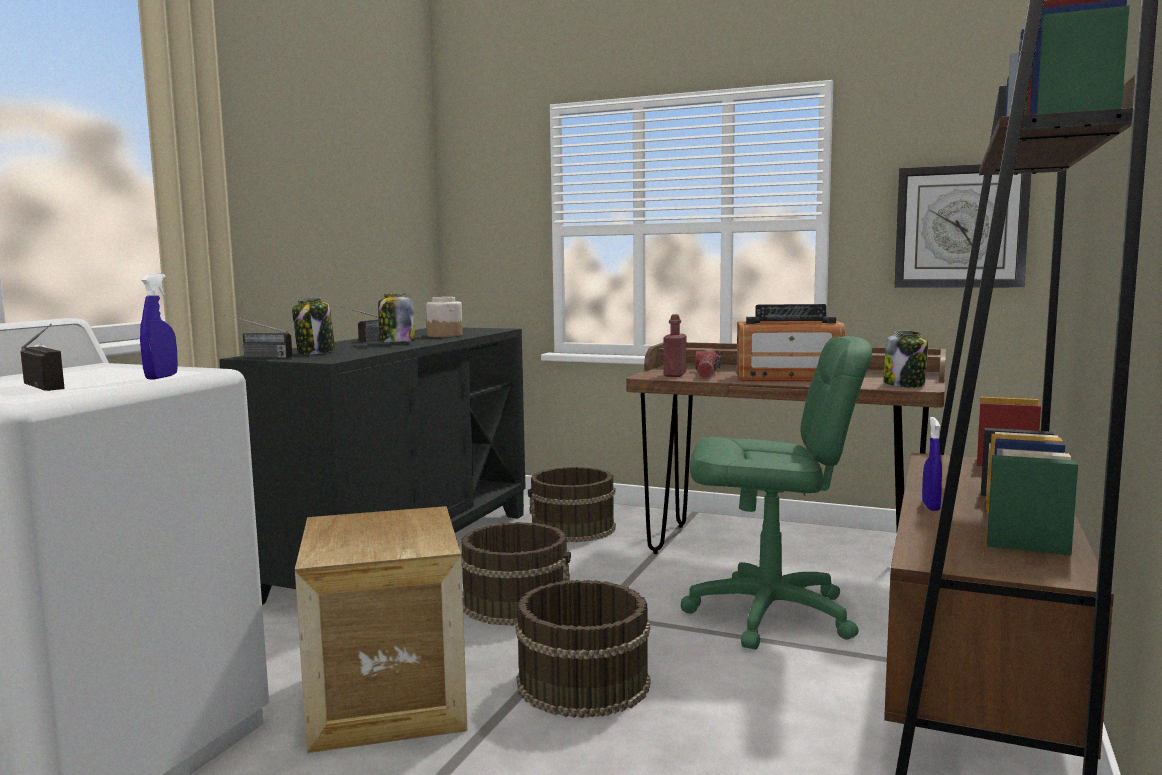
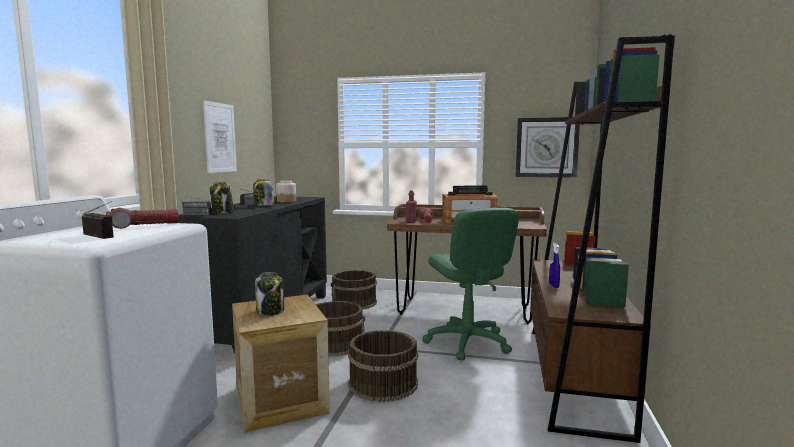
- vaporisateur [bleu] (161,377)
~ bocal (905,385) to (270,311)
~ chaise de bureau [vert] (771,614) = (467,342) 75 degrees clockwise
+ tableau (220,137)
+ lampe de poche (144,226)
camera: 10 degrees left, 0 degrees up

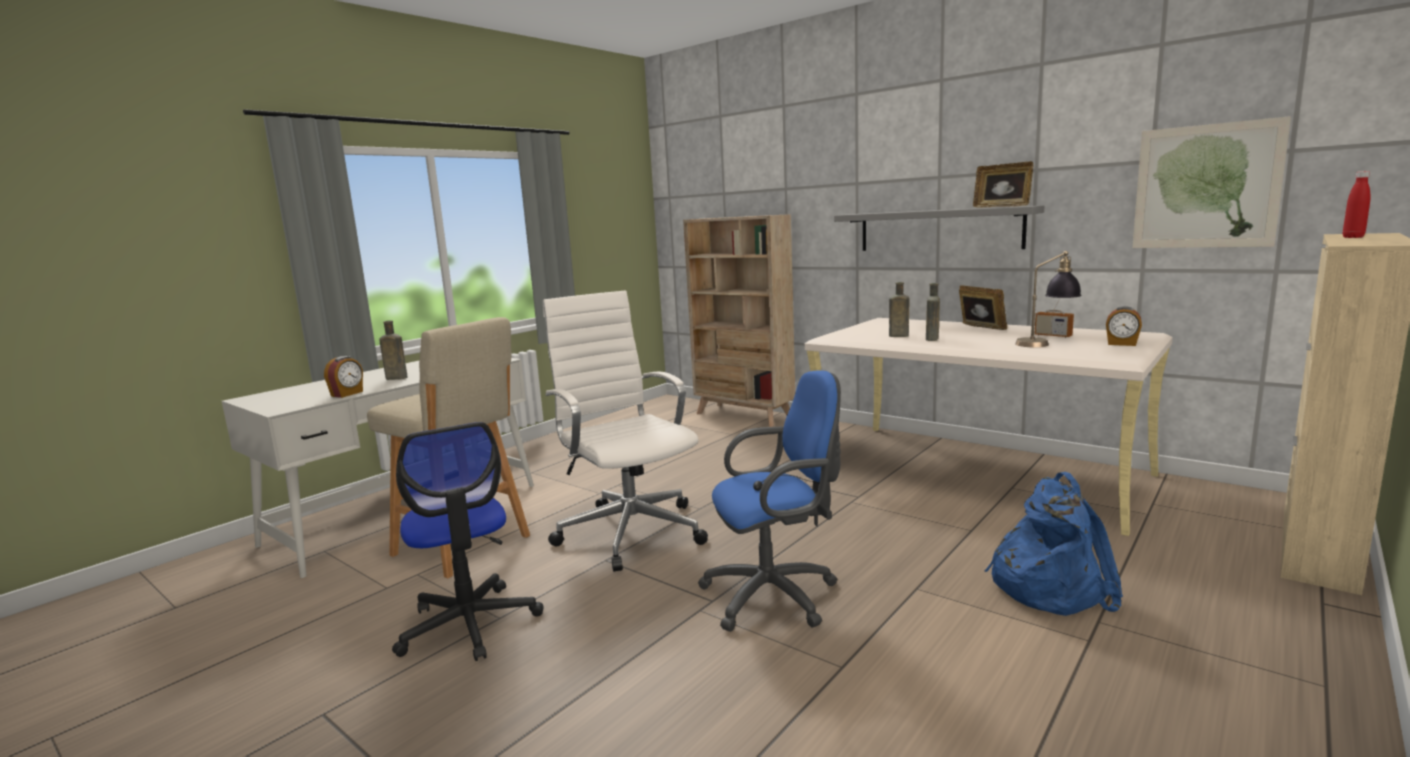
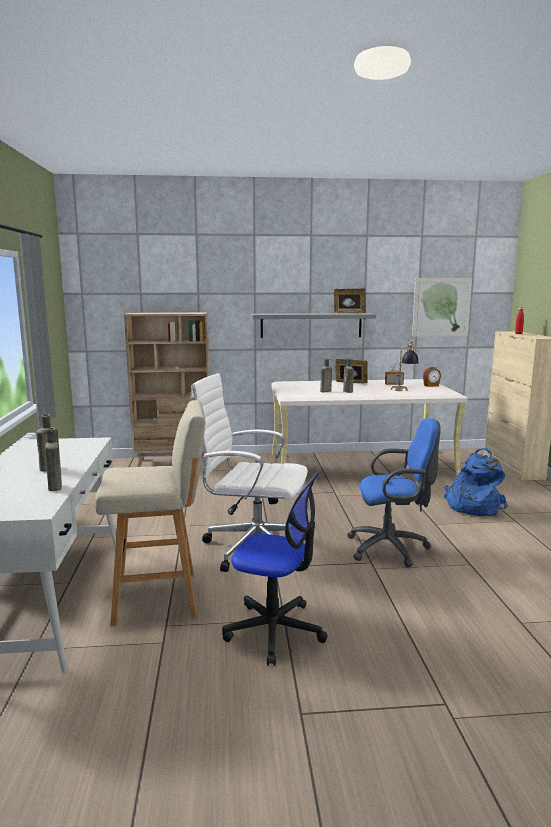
~ réveil (347,394) to bouteille [marron] (55,487)
~ chaise de bureau [bleu] (777,595) = (392,548) 60 degrees clockwise
camera: 45 degrees left, 0 degrees up

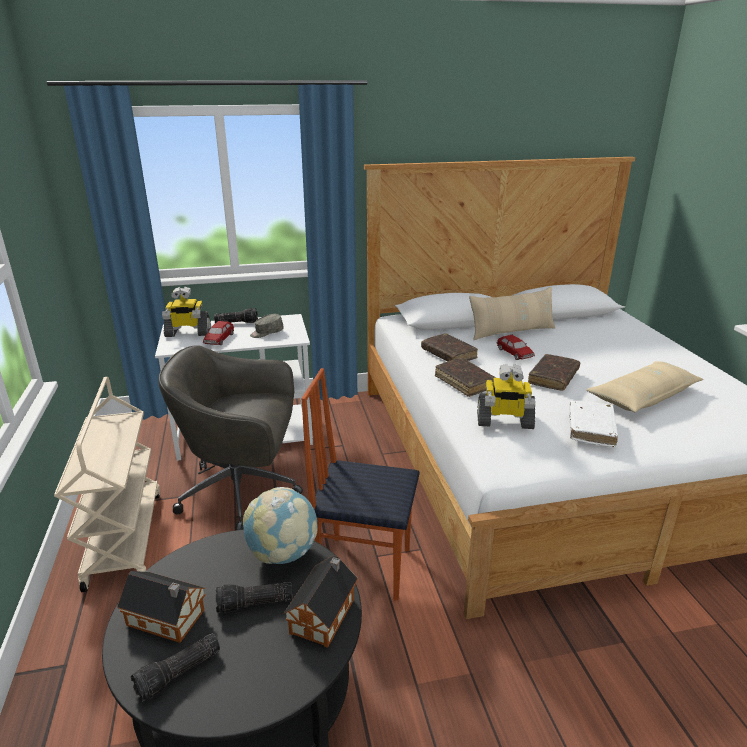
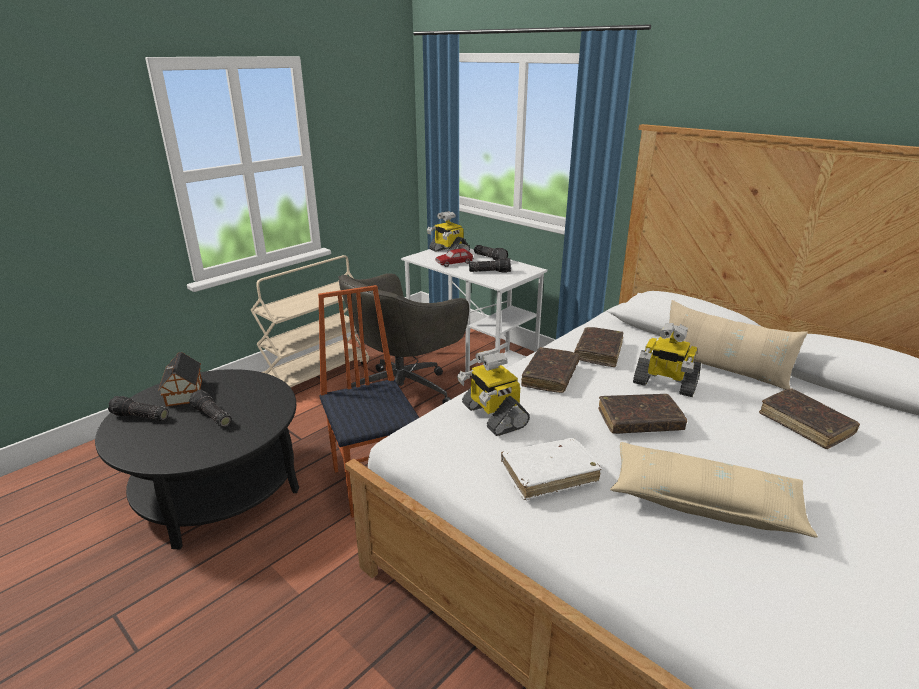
~ casquette [gris] (266,333) to lampe de poche (490,271)
~ petite voiture (514,353) to robot jouet (664,384)
~ chaise de bureau [gris] (243,492) = (404,391) 105 degrees counterclockwise
- globe (283,553)
- maison miniature (324,614)
+ livre [marron] (805,424)
camera: 55 degrees right, 0 degrees up

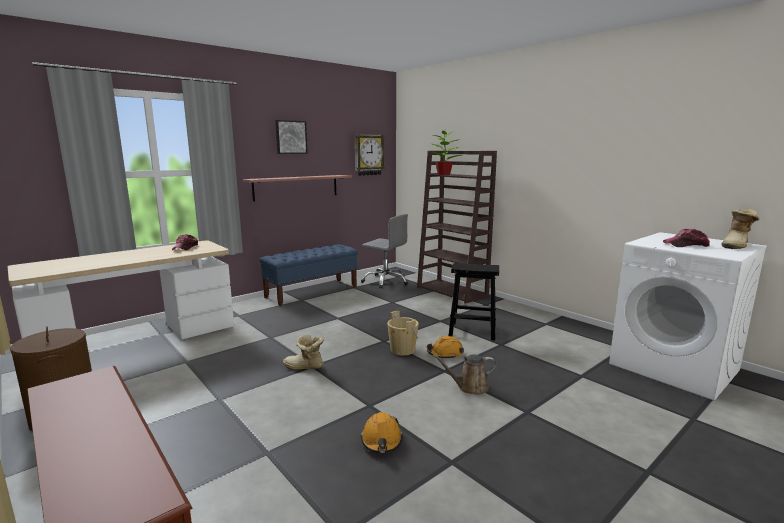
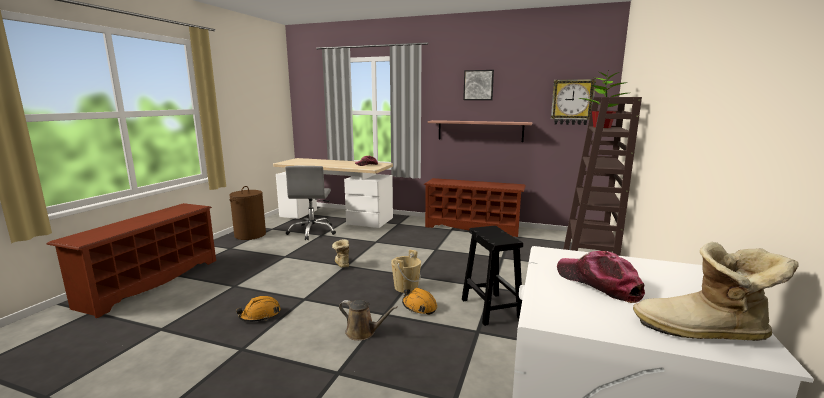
~ chaise de bureau [gris] (386,281) to (312,232)
~ banc [bleu] (312,292) to étagère à chaussures [marron] (473,227)
~ arrosoir [marron] (469,387) = (363,332) 150 degrees clockwise
camera: 60 degrees right, 0 degrees up

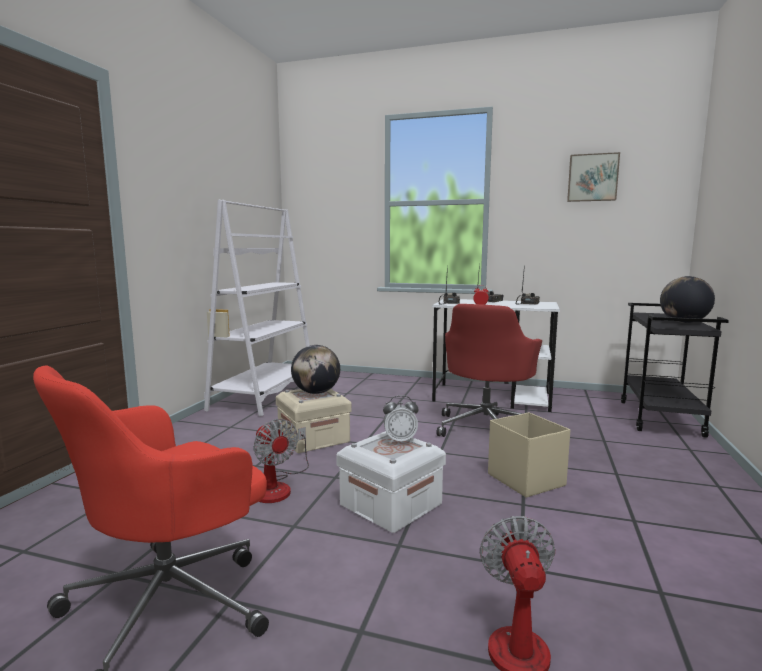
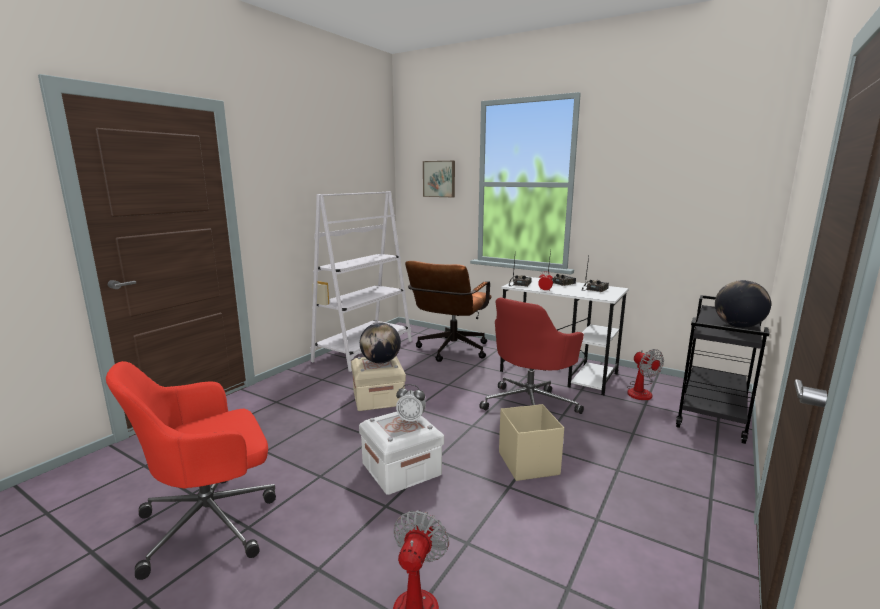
~ tableau (592,178) to (439,179)
~ ventilateur (278,487) to (640,391)
+ chaise de bureau [marron] (450,351)
camera: 15 degrees right, 5 degrees up

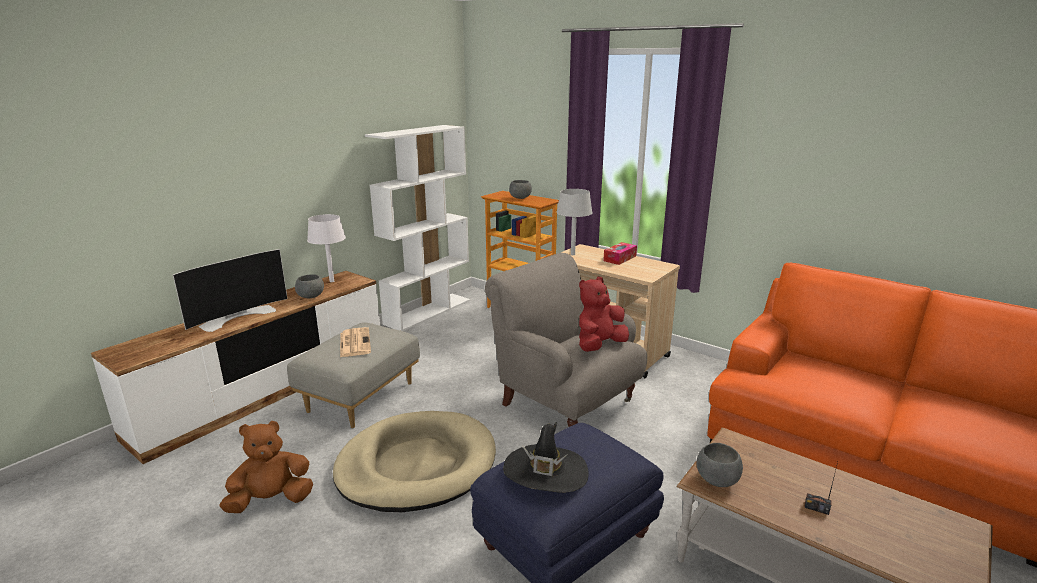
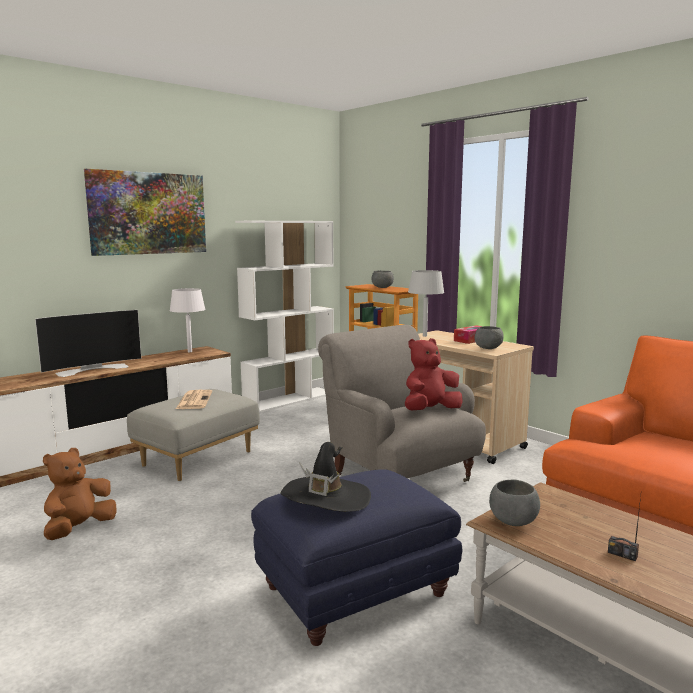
~ bol [gris] (311,297) to (488,348)
- panier pour chien [beige] (416,465)
~ peluche [marron] (271,500) = (79,529) 45 degrees counterclockwise
+ tableau (148,213)
camera: 10 degrees right, 10 degrees down

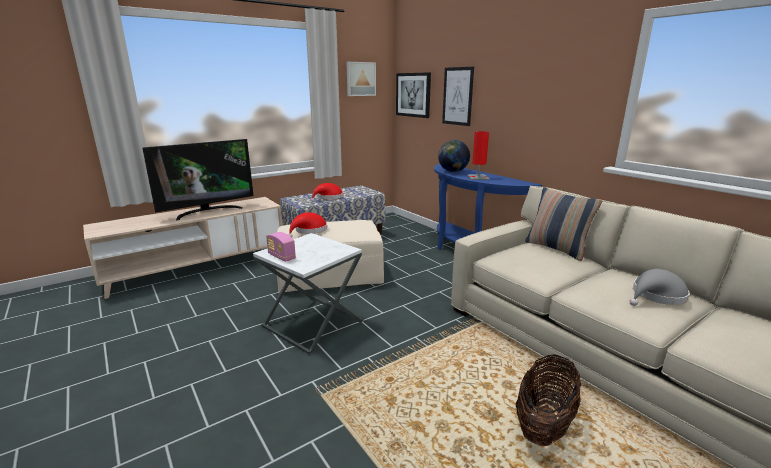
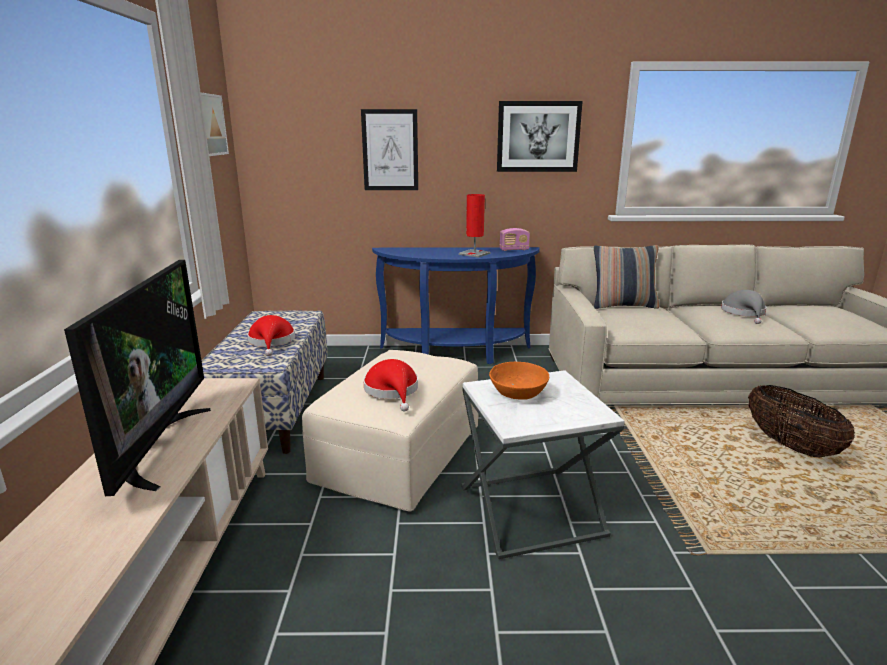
~ tableau (413,95) to (538,136)
- globe (453,172)
~ radio (281,257) to (514,250)
+ bol [orange] (518,394)
camera: 55 degrees left, 0 degrees up

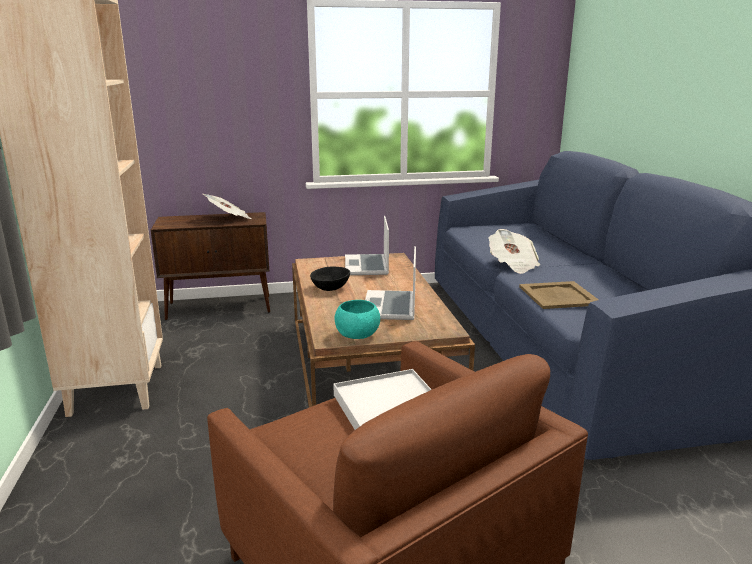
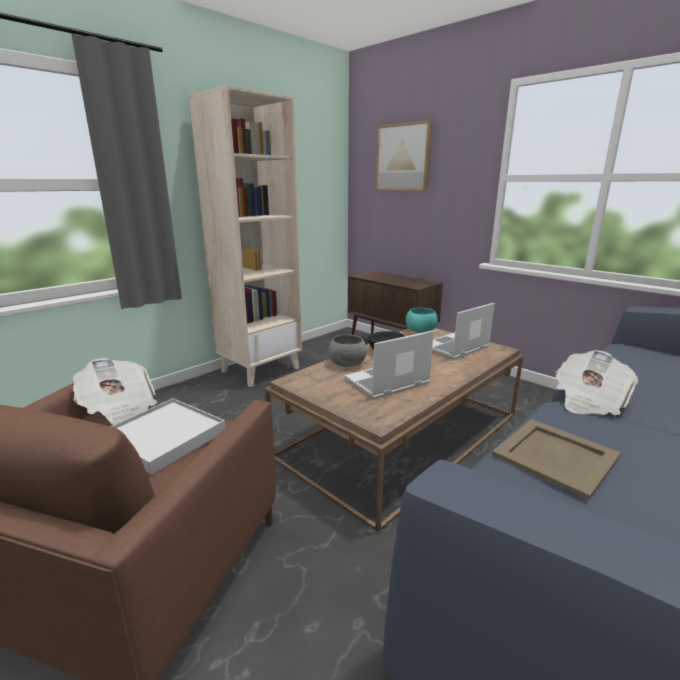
~ journal (229,218) to (119,408)
~ bol [turquoise] (357,335) to (420,331)
+ tableau (403,157)
+ bol [gris] (347,364)
camera: 55 degrees right, 0 degrees up

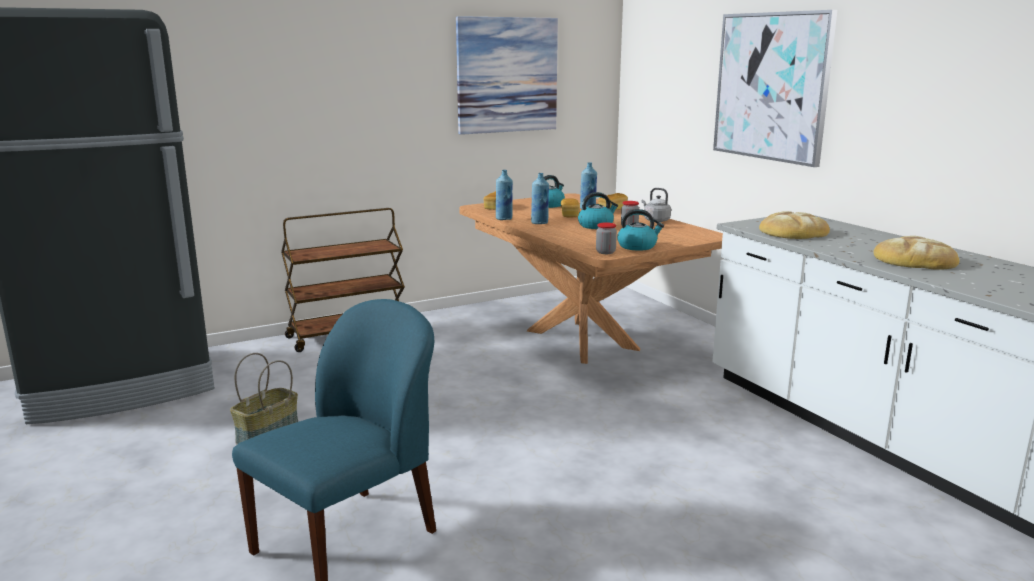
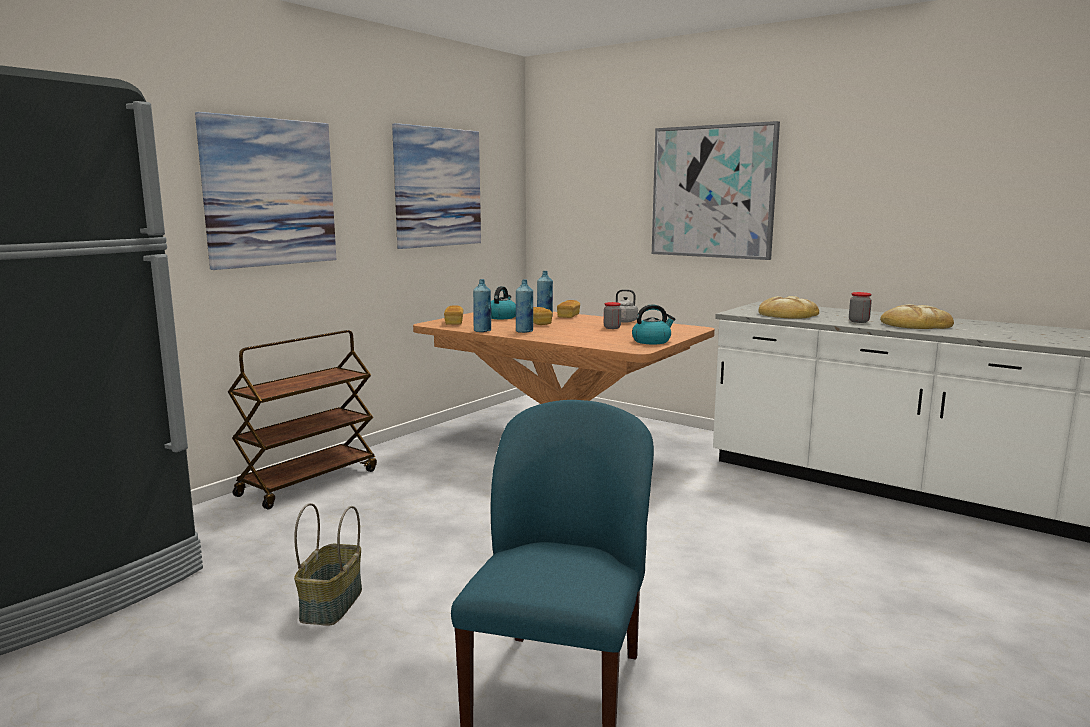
- bouilloire (596,226)
~ bocal (605,252) to (858,321)
+ tableau (270,192)
camera: 25 degrees left, 5 degrees down

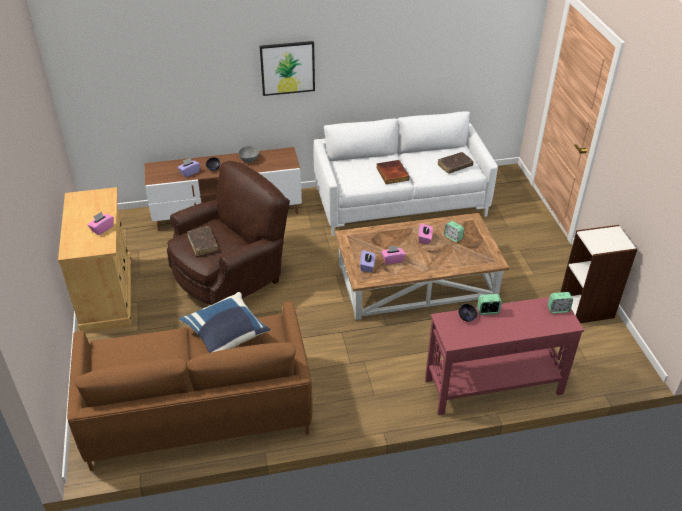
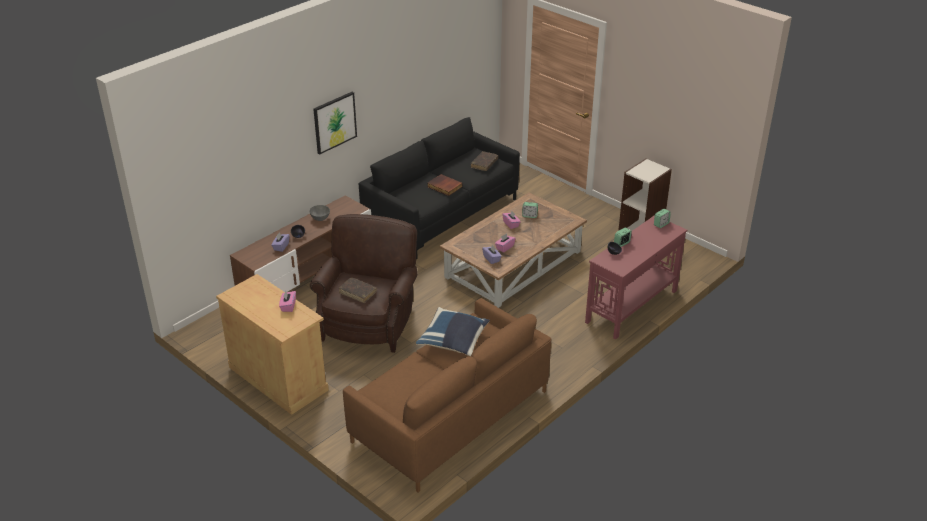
~ canapé [blanc] (400,202) to canapé [noir] (441,214)
camera: 35 degrees left, 5 degrees down

